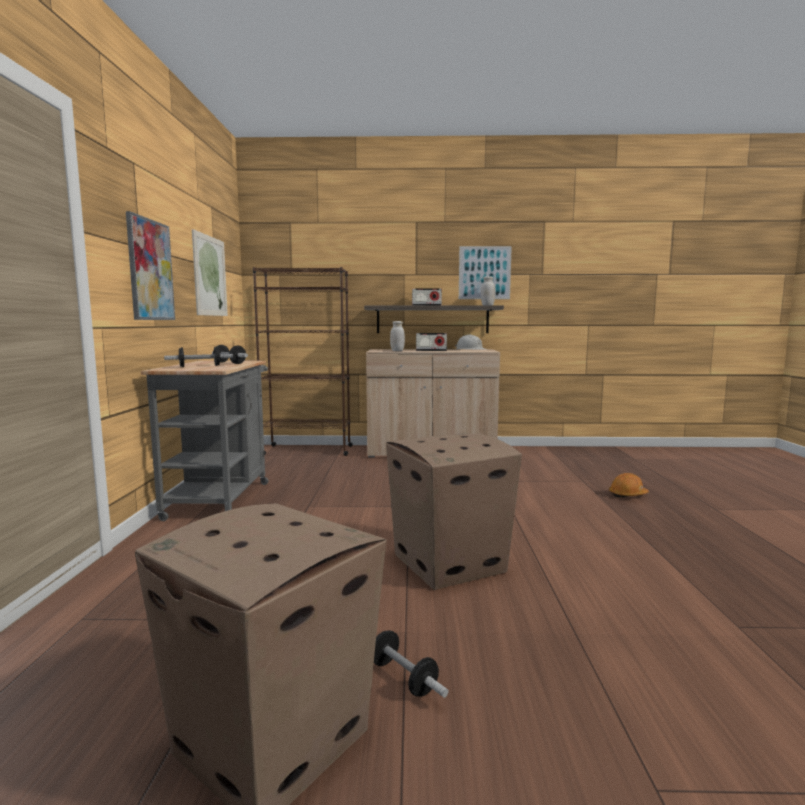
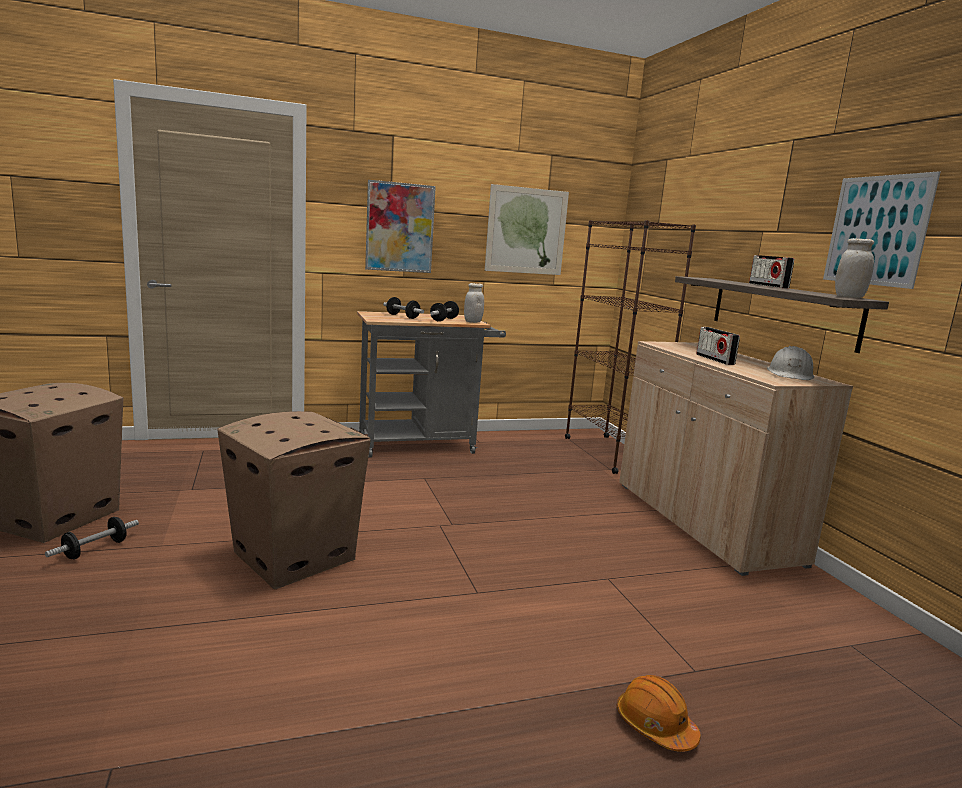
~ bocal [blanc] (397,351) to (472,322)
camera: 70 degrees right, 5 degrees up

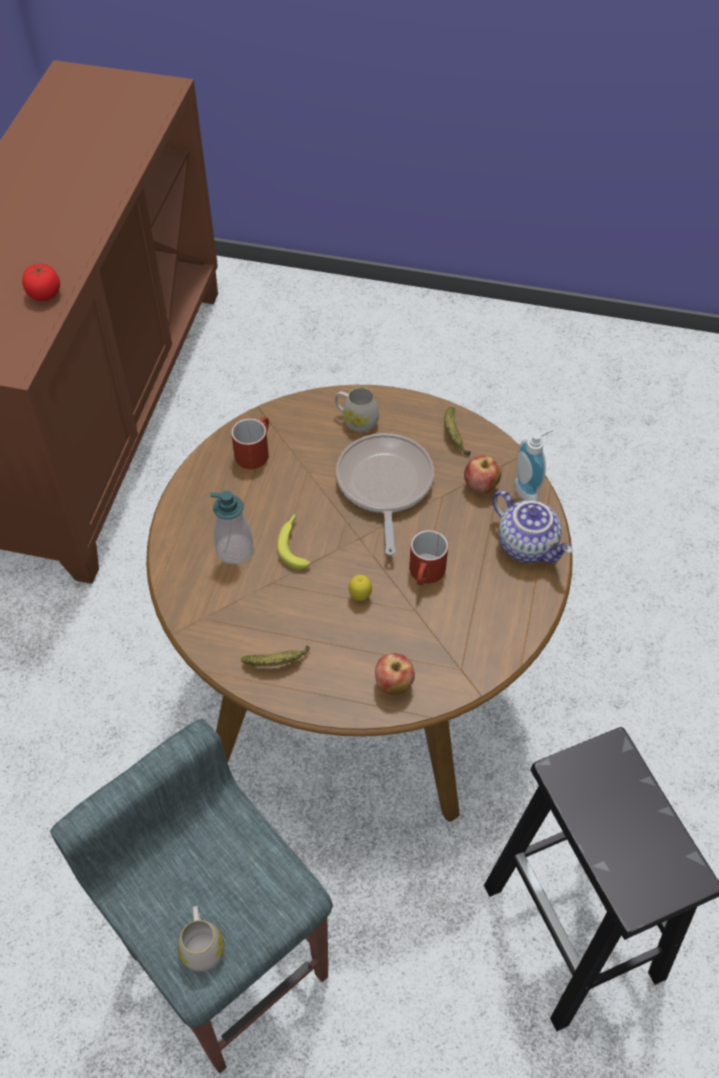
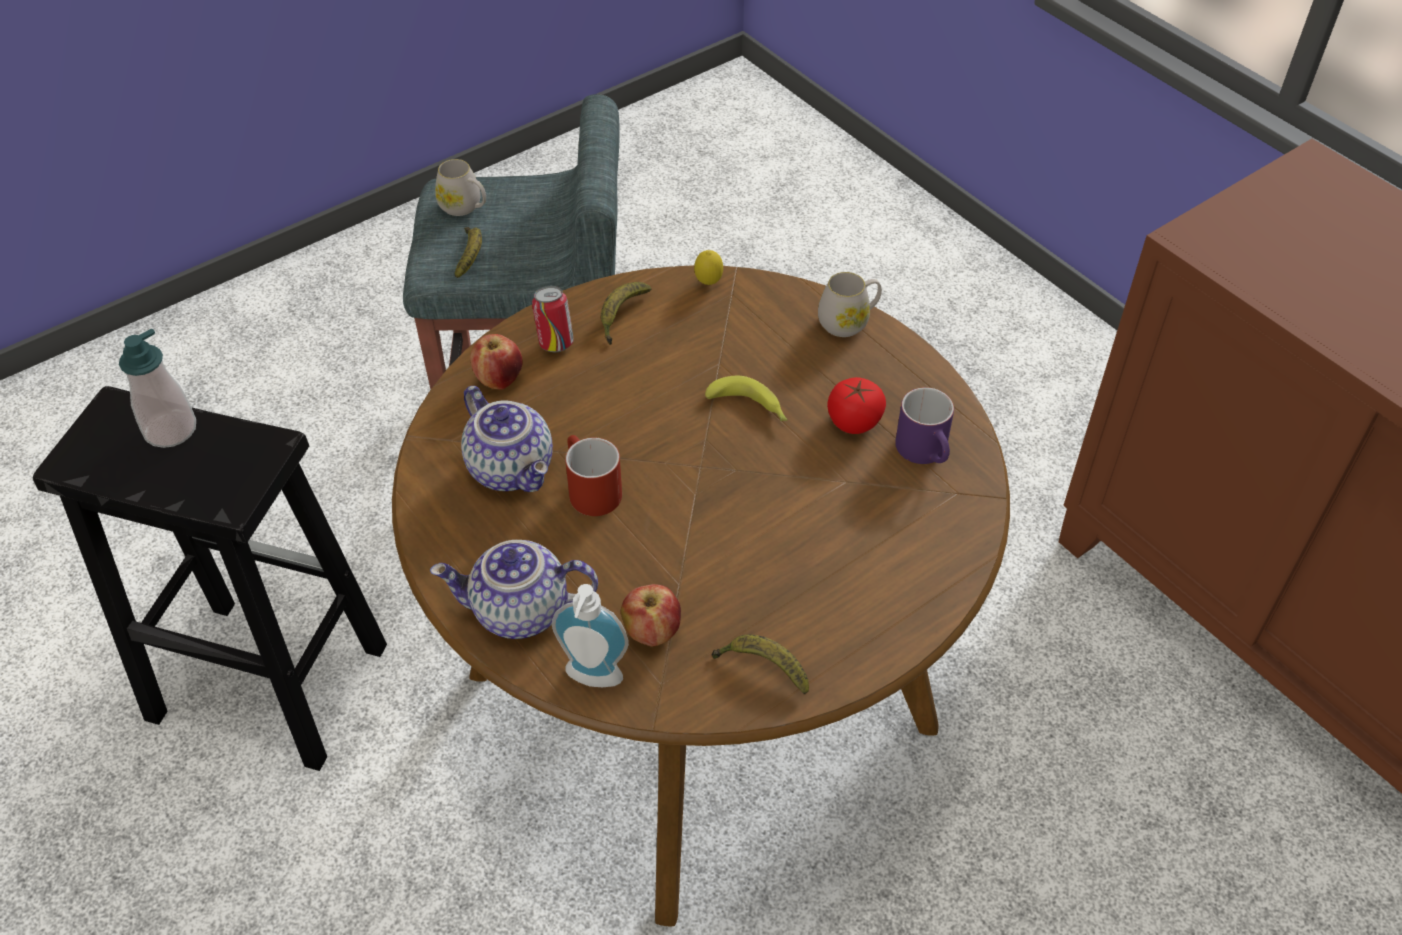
~ tomate (44,294) to (854,422)
~ mug [blanc] (356,420) to (848,321)
~ mug [rouge] (254,451) to mug [violet] (927,452)
- poêle (384,485)
~ distributeur de savon (234,550) to (170,430)
~ citron (360,597) to (708,283)
+ banane (470,256)
+ boîte métallique (555,343)
+ théière (513,468)
camera: 130 degrees right, 5 degrees down

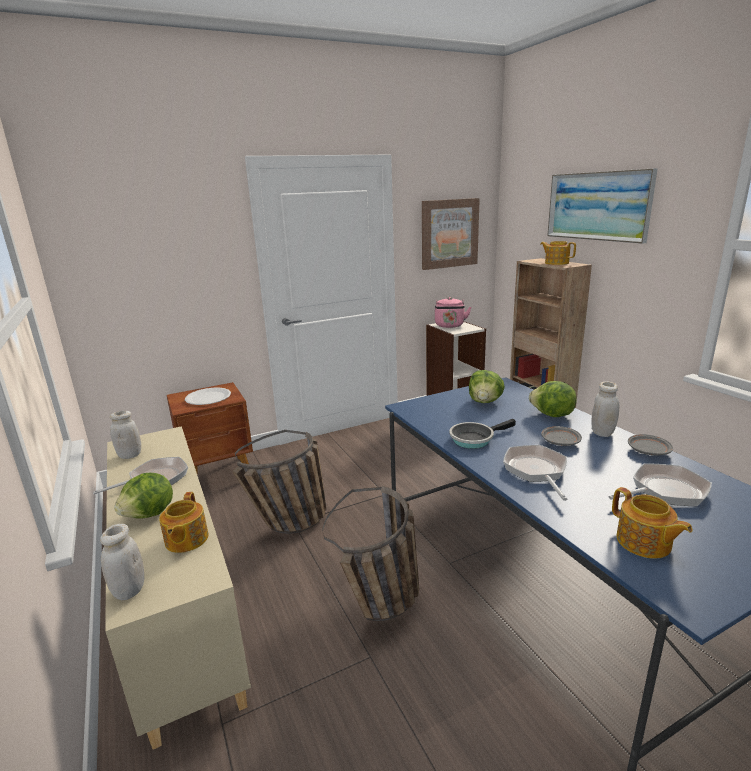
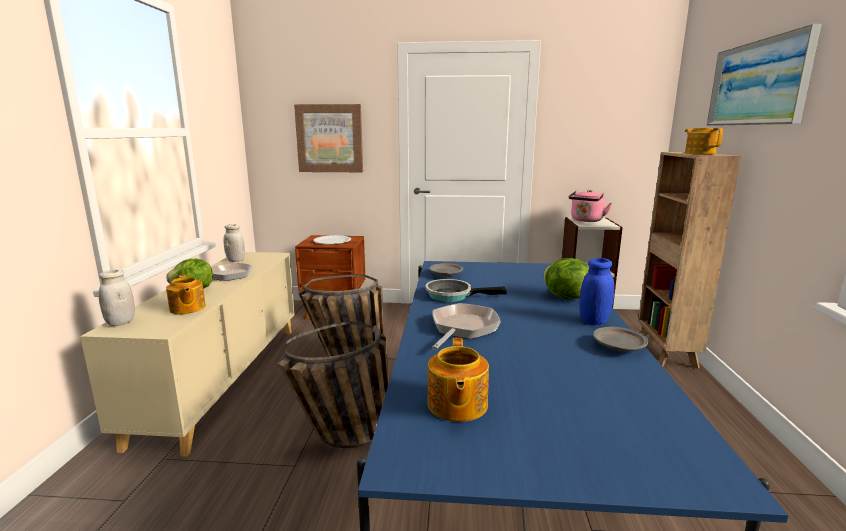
~ tableau (449,233) to (330,138)
- laitue (485,402)
~ bocal [blanc] (602,432) to bocal [bleu] (594,321)
~ assiette [gris] (560,442) to (446,275)
- poêle (664,491)
~ théière (186,540) = (187,308) 60 degrees counterclockwise
camera: 30 degrees right, 5 degrees down

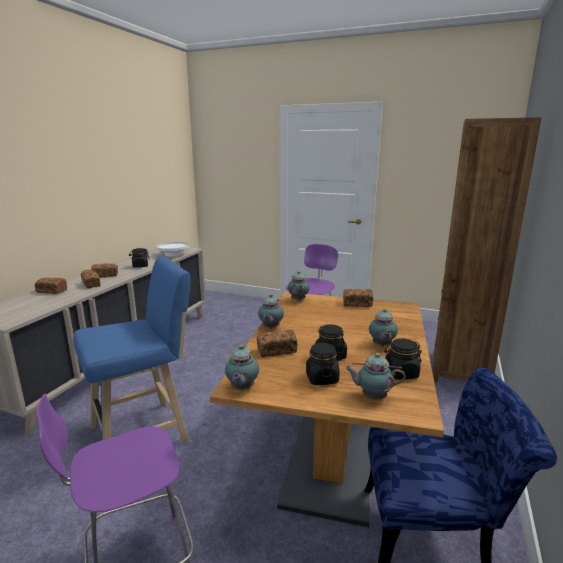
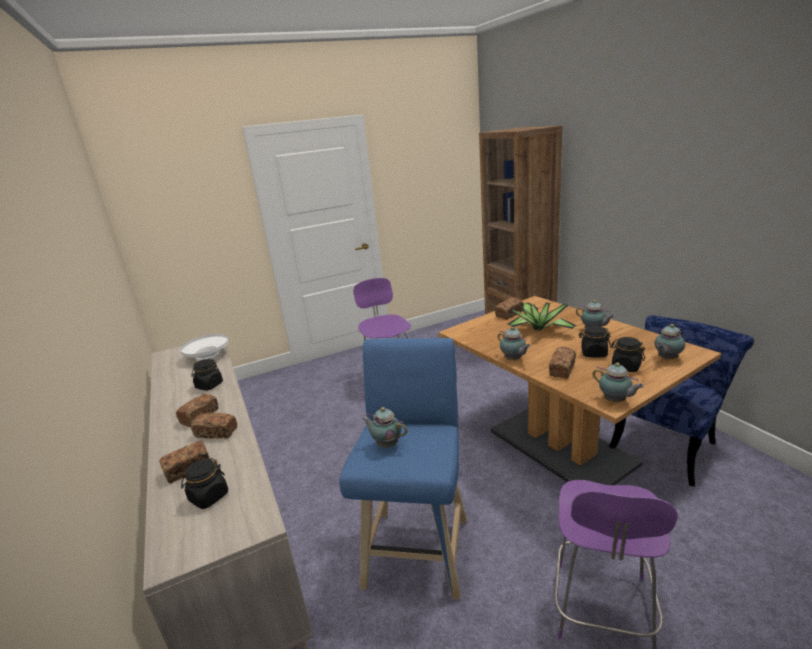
~ théière (298,299) to (386,444)
~ bocal [noir] (401,373) to (208,497)
+ plante en pot (538,330)
camera: 45 degrees left, 5 degrees up

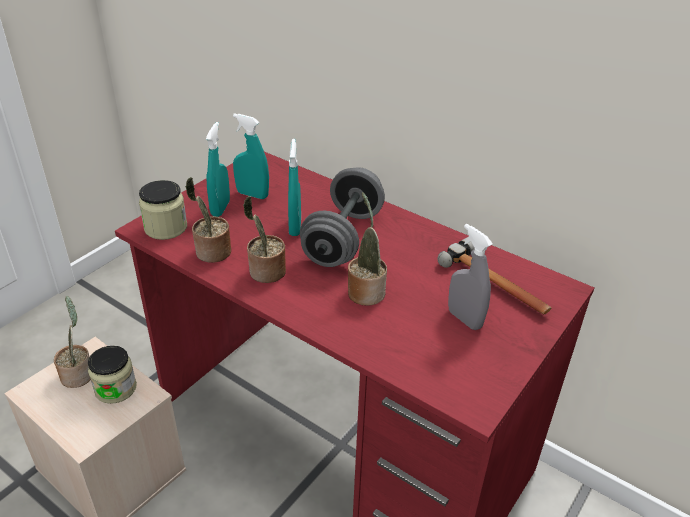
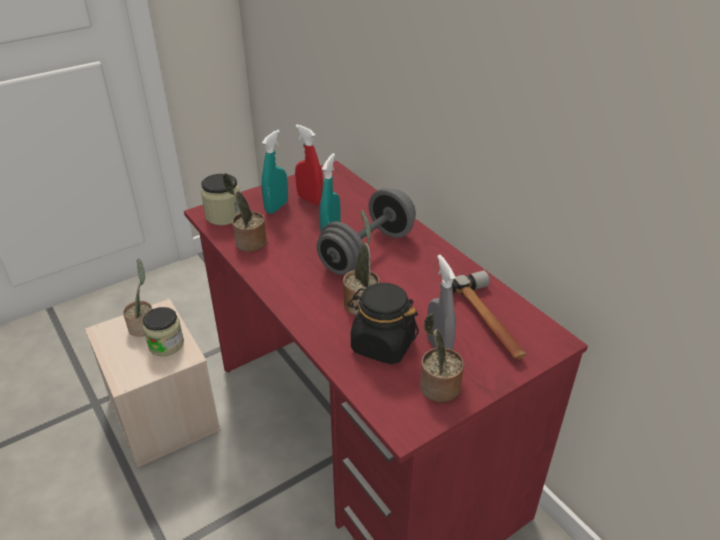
~ vaporisateur [turquoise] (252,194) to vaporisateur [rouge] (310,199)
~ plante en pot (265,273) to (437,388)
+ bocal [noir] (382,344)
camera: 20 degrees right, 0 degrees up

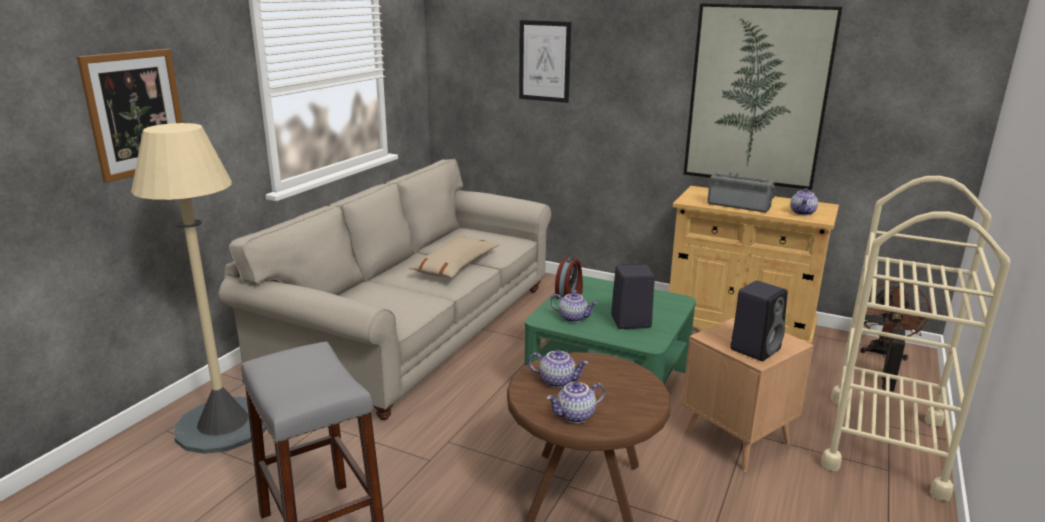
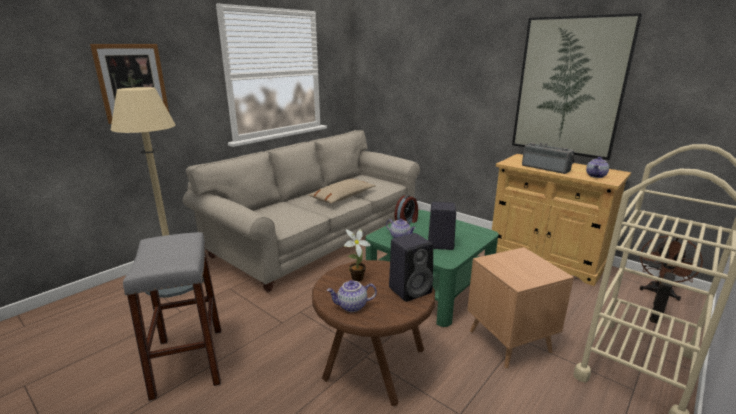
- tableau (544,61)
~ enceinte [noir] (755,349) to (411,290)
~ théière (557,381) to plante en pot (355,279)
camera: 15 degrees right, 0 degrees up

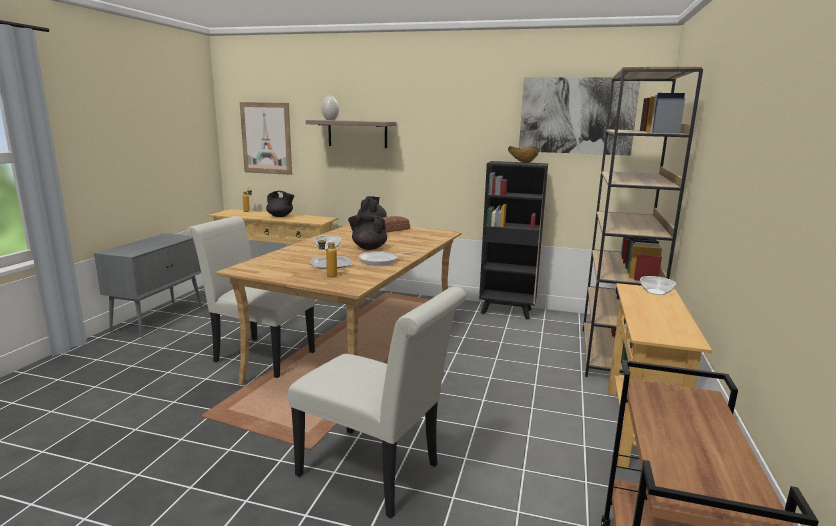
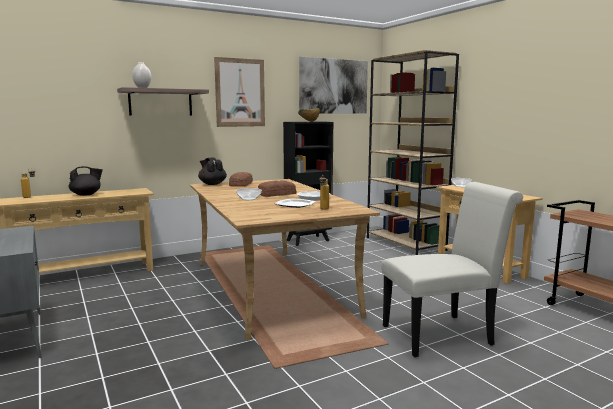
~ tableau (266,138) to (240,93)
~ théière [noir] (368,248) to pain (276,194)
- chaise [blanc] (259,355)
camera: 45 degrees left, 5 degrees down

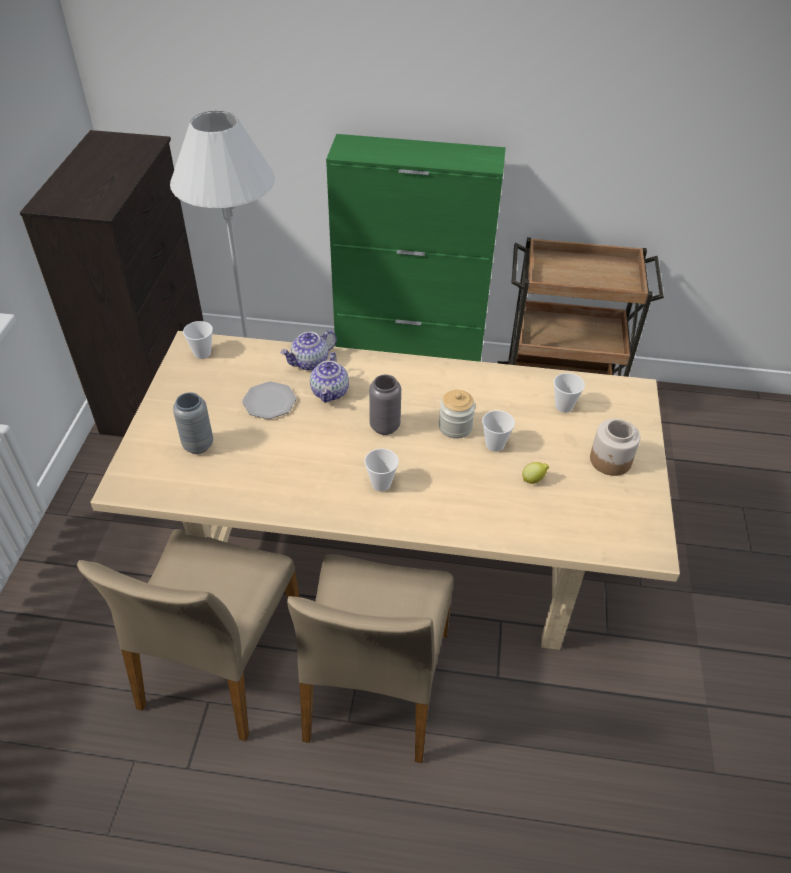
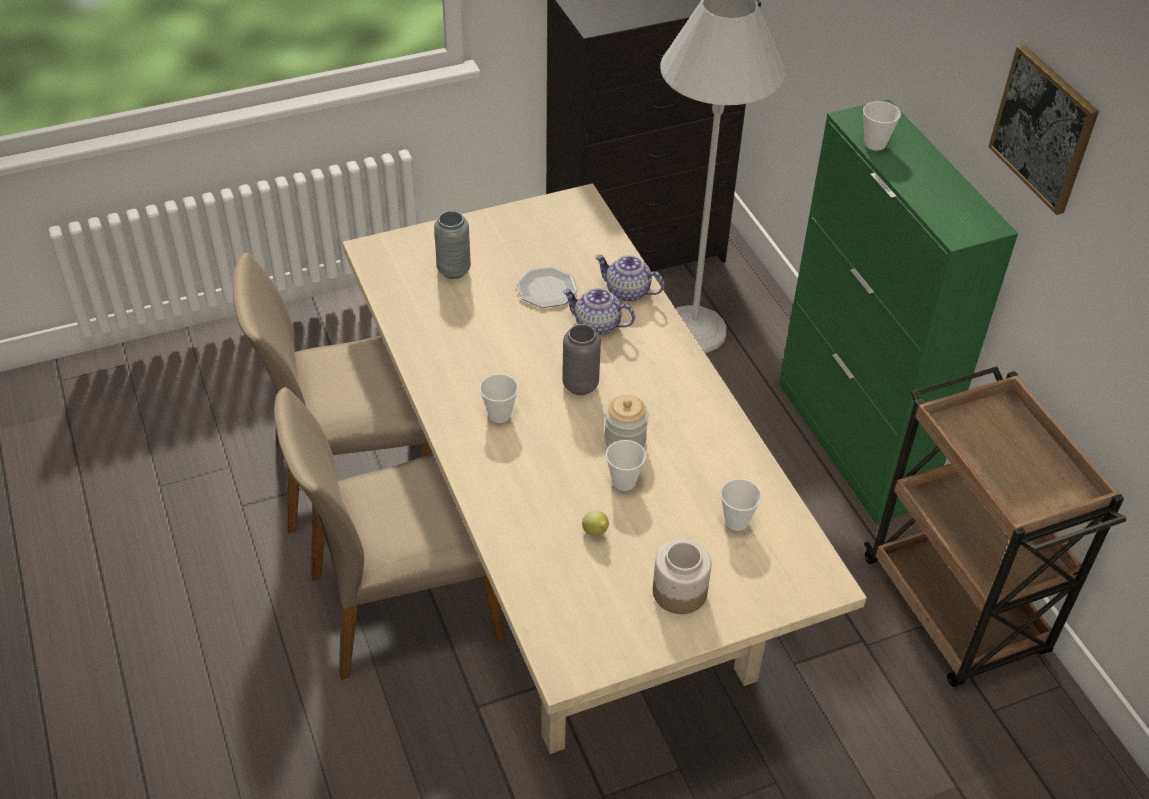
~ tasse (202,353) to (875,144)
~ théière (330,392) = (596,325) 45 degrees clockwise
+ tableau (1044,129)
camera: 60 degrees right, 0 degrees up

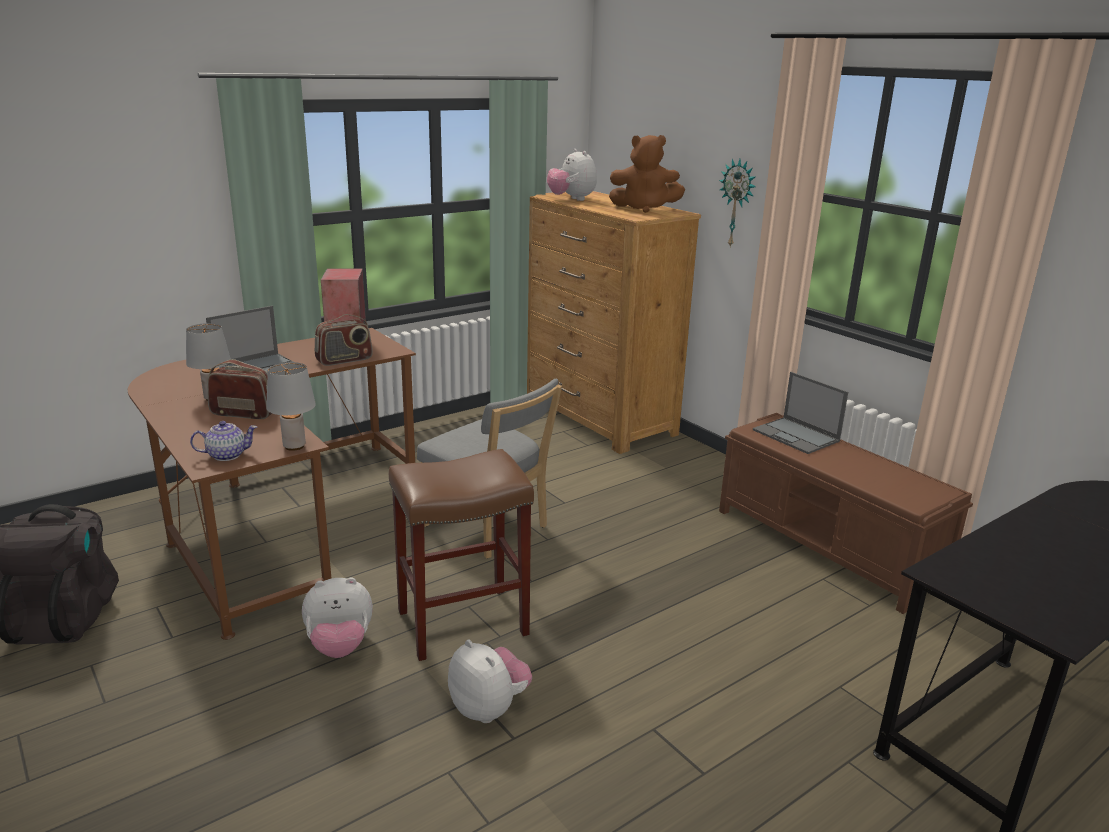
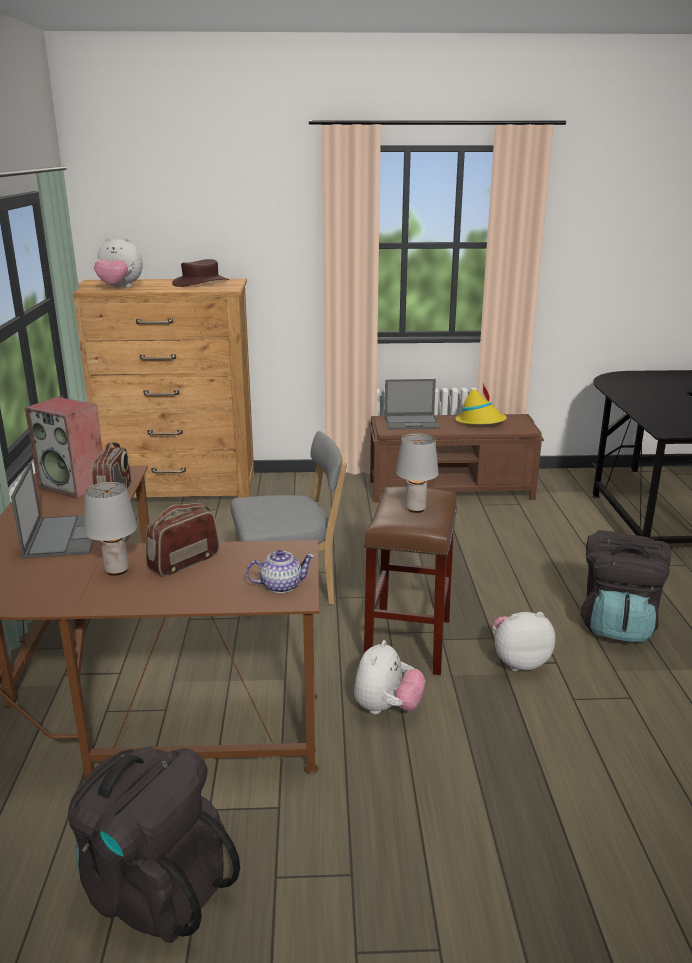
~ peluche [marron] (644,209) to chapeau [marron] (201,283)
- horloge murale (737,203)
~ lampe de table [gris] (294,446) to (415,509)
~ théière (226,455) = (280,586) 60 degrees clockwise
+ chapeau [jaune] (480,422)
+ sac à dos [noir] (617,624)
camera: 55 degrees left, 0 degrees up

